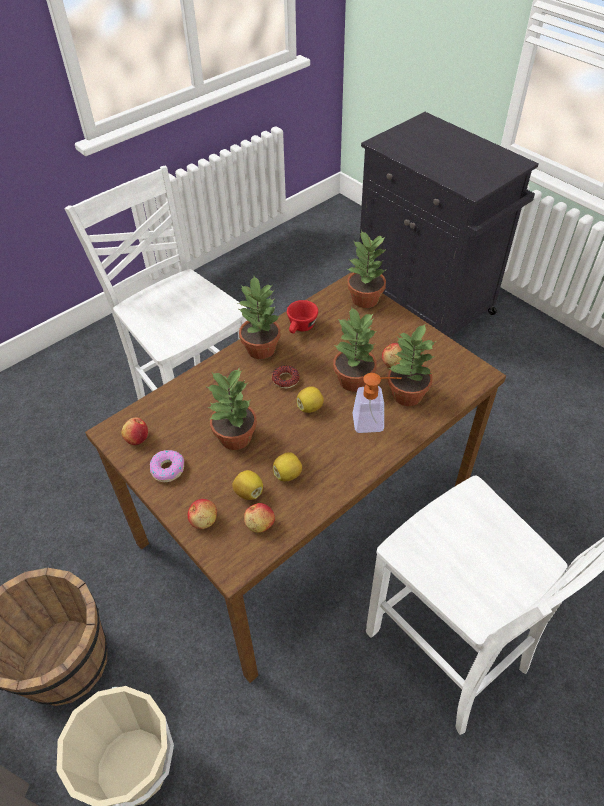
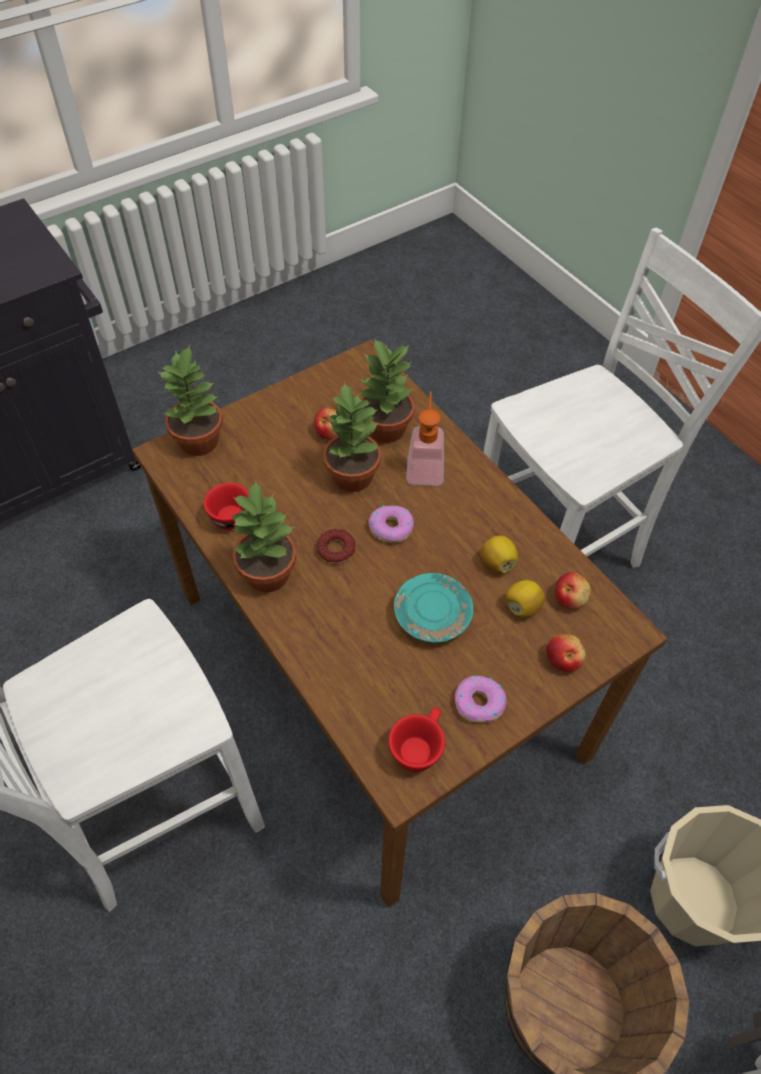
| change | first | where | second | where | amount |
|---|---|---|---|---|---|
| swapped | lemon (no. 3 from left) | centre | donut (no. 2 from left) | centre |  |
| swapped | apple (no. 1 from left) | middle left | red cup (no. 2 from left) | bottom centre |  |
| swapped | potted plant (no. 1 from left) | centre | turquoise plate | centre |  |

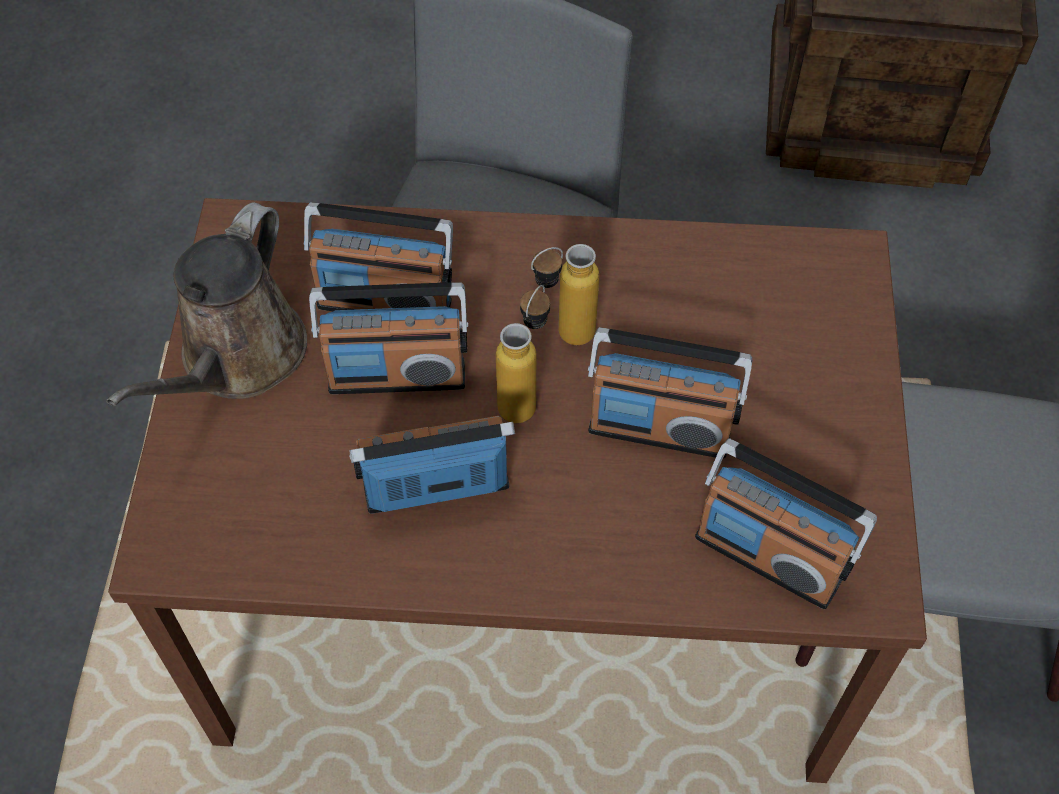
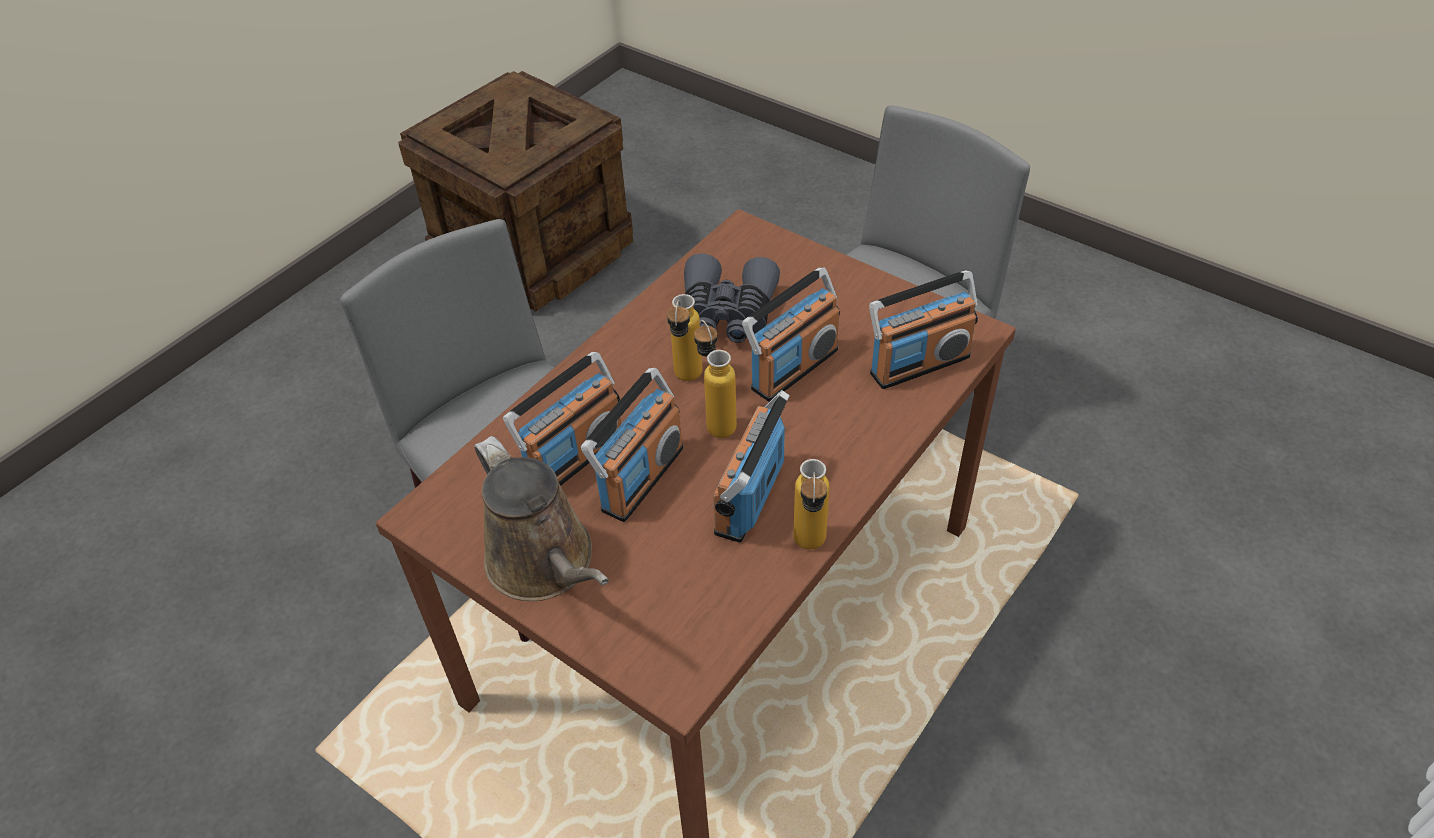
| change | first | where | second | where | amount |
|---|---|---|---|---|---|
| new |  |  | grey binoculars | centre |  |
| new |  |  | bottle (no. 3 from left) | centre |  |

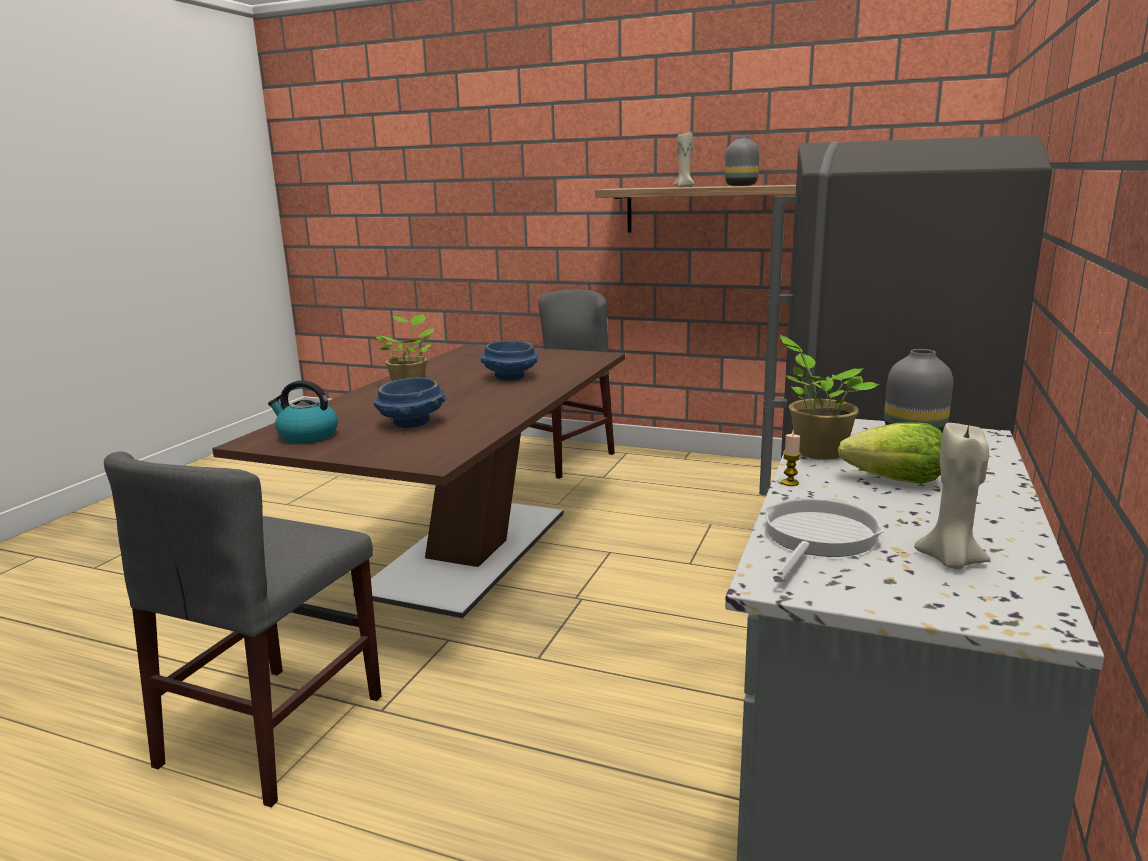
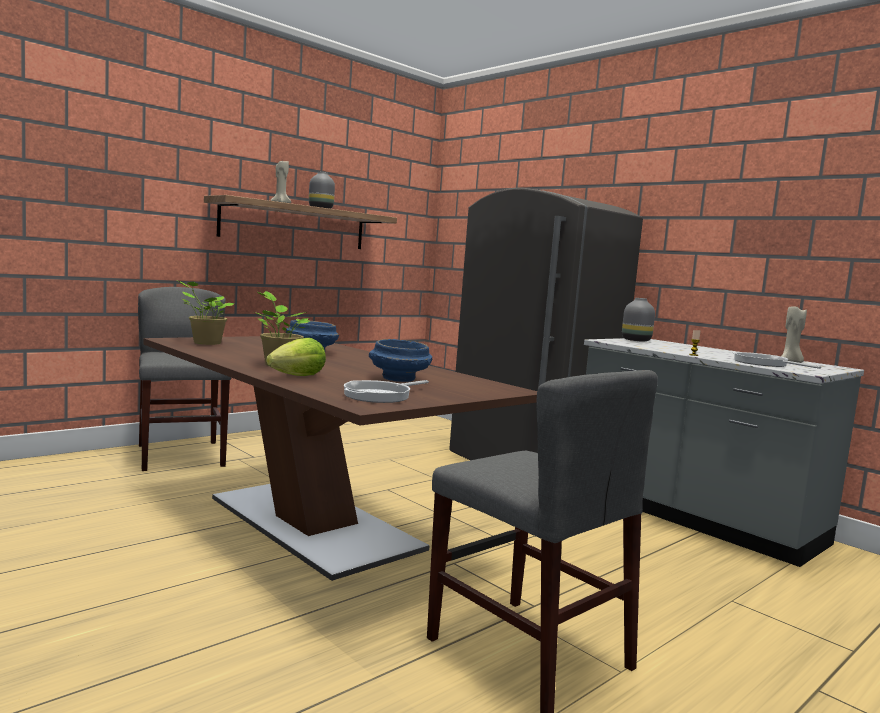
| change | first | where | second | where | amount |
|---|---|---|---|---|---|
| shifted | potted plant (no. 2 from left in the first image) | middle right | potted plant (no. 1 from left) | middle left |  |
| shifted | lettuce | middle right |  | centre |  |
| swapped | kettle | middle left | frying pan (no. 1 from left) | centre |  |

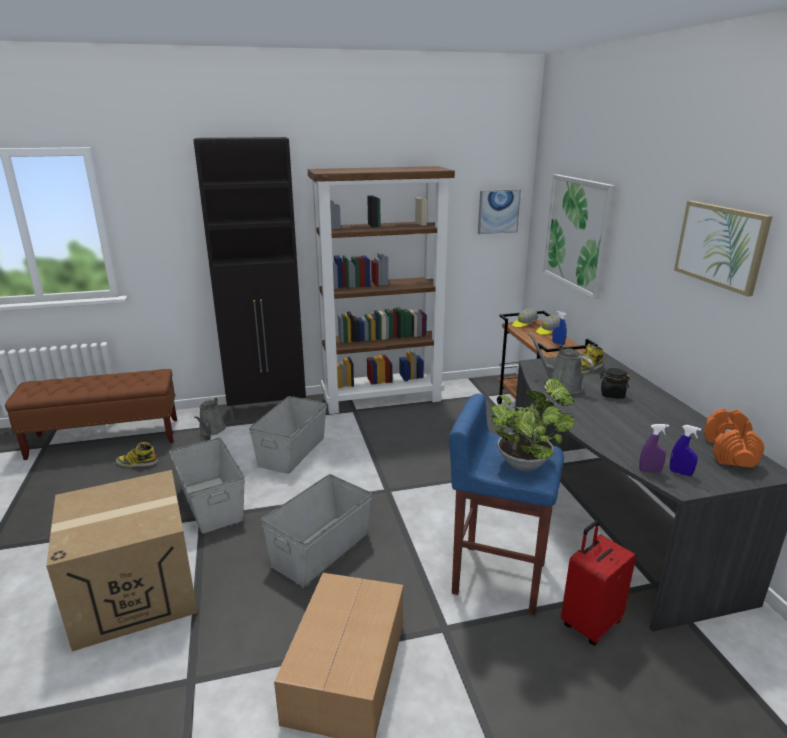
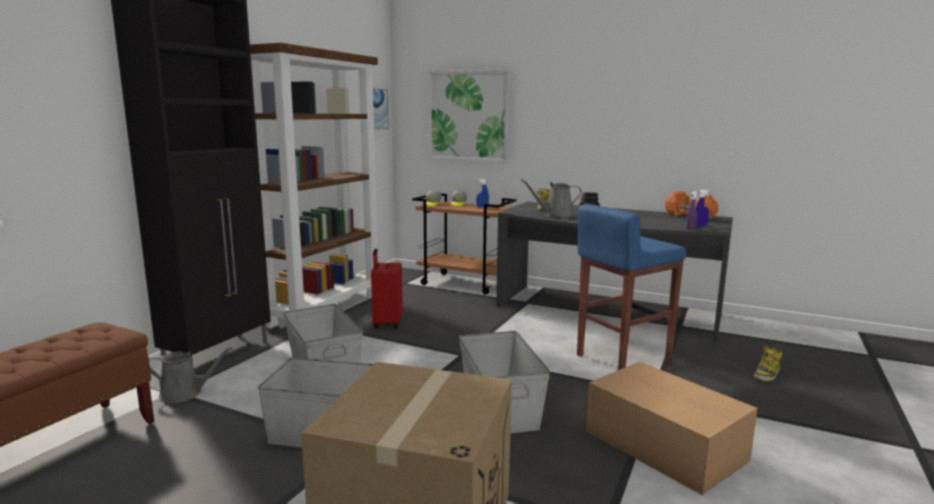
| change | first | where | second | where | amount |
|---|---|---|---|---|---|
| rotated | grey watering can (no. 1 from left) | middle left |  | bottom left | 45 degrees counterclockwise |
| shifted | red suitcase | bottom right |  | centre |  |
| shifted | boot (no. 1 from left in the first image) | middle left | boot (no. 2 from left) | bottom right |  |
| gone | potted plant | middle right |  |  |  |
| gone | picture (no. 3 from left) | middle right |  |  |  |

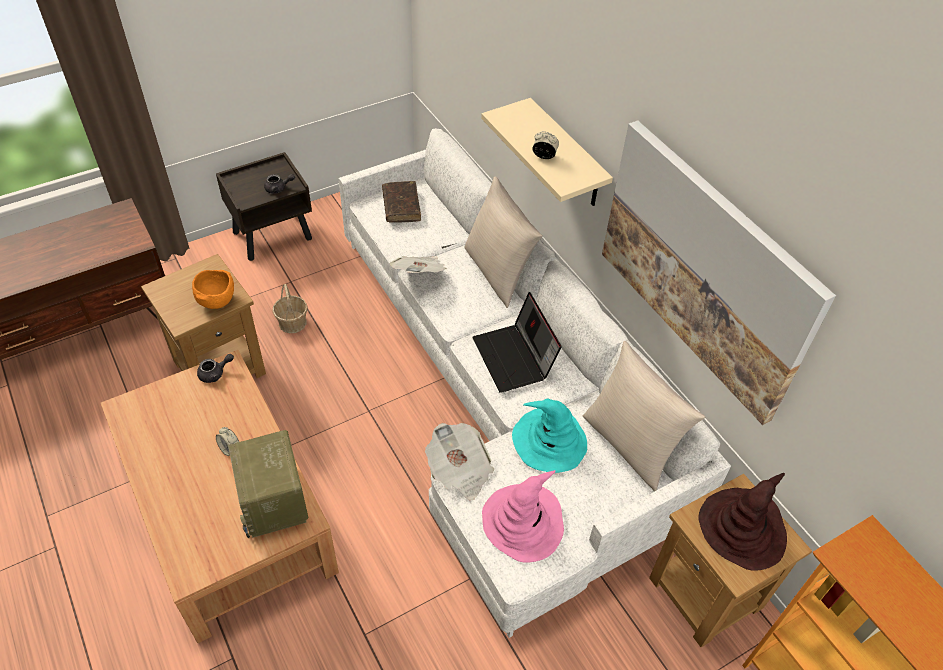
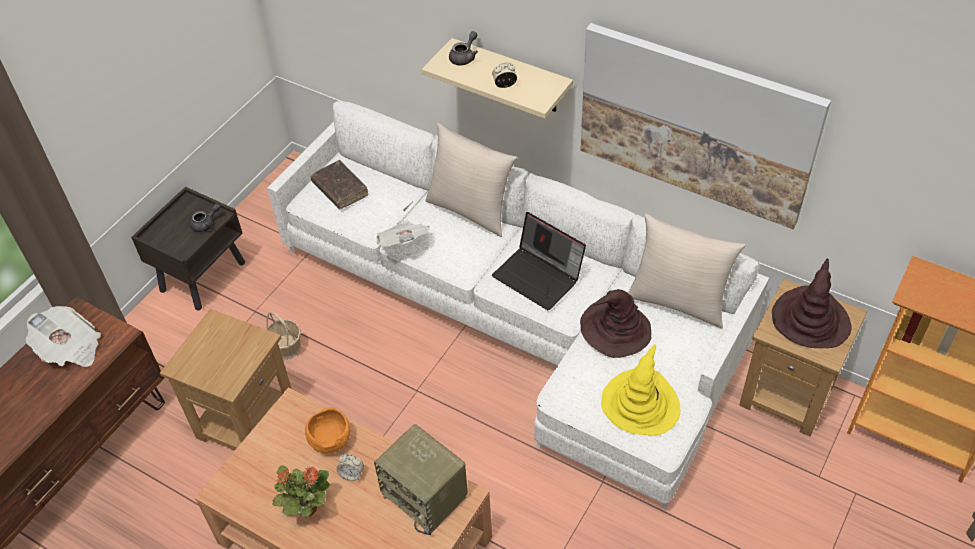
| change | first | where | second | where | amount |
|---|---|---|---|---|---|
| shifted | newspaper (no. 2 from left in the first image) | bottom centre | newspaper (no. 1 from left) | middle left |  |
| new |  |  | potted plant | bottom left |  |
| shifted | orange bowl | middle left |  | bottom centre |  |
| shifted | grey teapot (no. 1 from left in the first image) | middle left | grey teapot (no. 2 from left) | top centre |  |
| repainted | turquoise hat | centre | brown hat (no. 1 from left) | centre |  |
| repainted | pink hat | bottom centre | yellow hat | bottom centre |  |

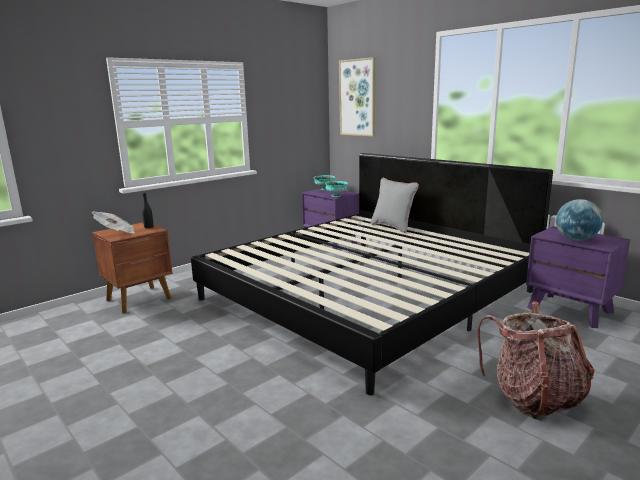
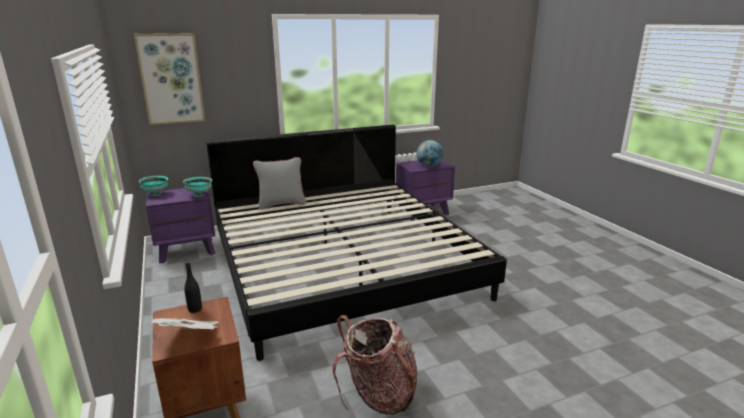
| change | first | where | second | where | amount |
|---|---|---|---|---|---|
| shifted | backpack | bottom right |  | bottom centre |  |

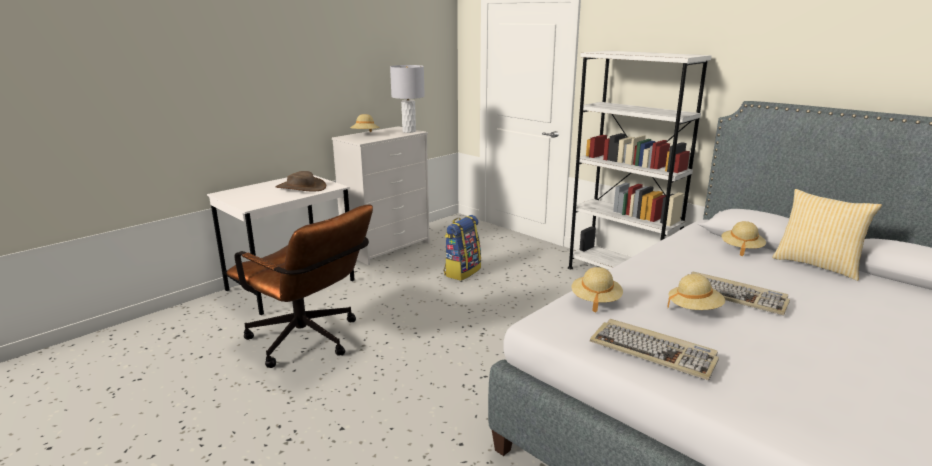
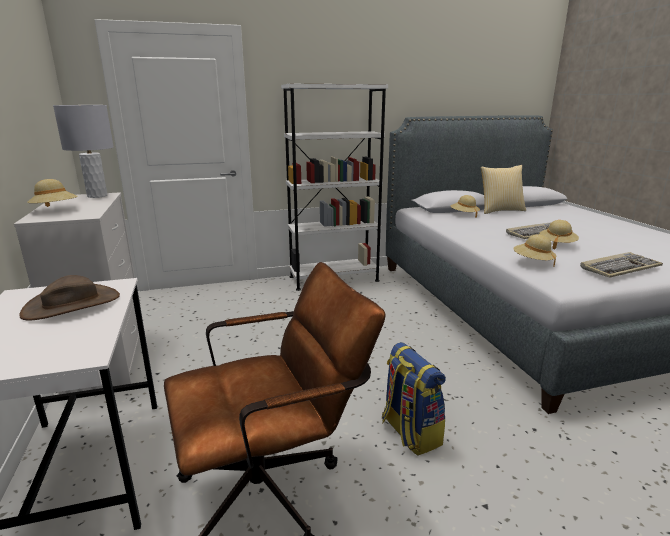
| change | first | where | second | where | amount |
|---|---|---|---|---|---|
| shifted | backpack | centre |  | bottom centre |  |

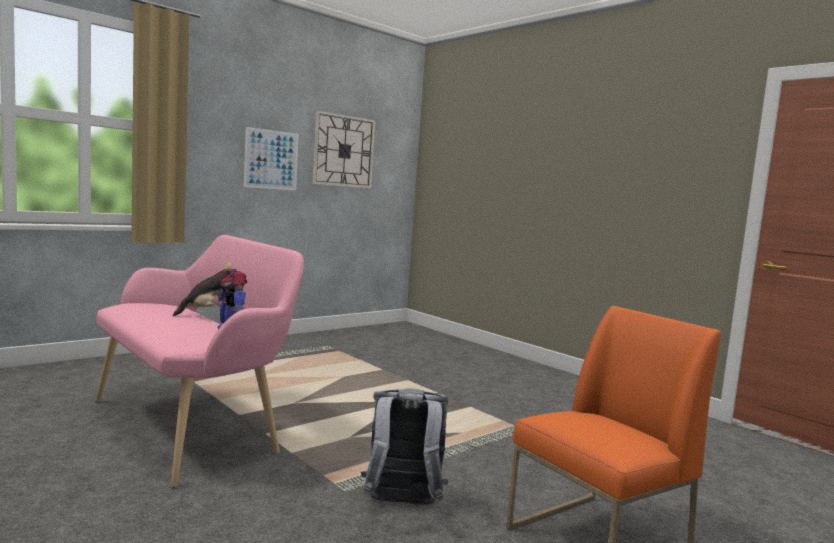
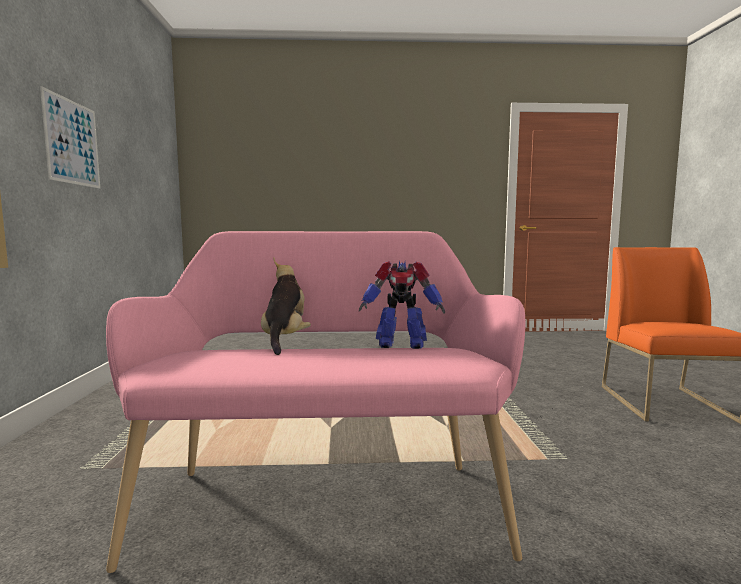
| change | first | where | second | where | amount |
|---|---|---|---|---|---|
| gone | wall clock | top centre |  |  |  |
| gone | grey backpack | bottom centre |  |  |  |

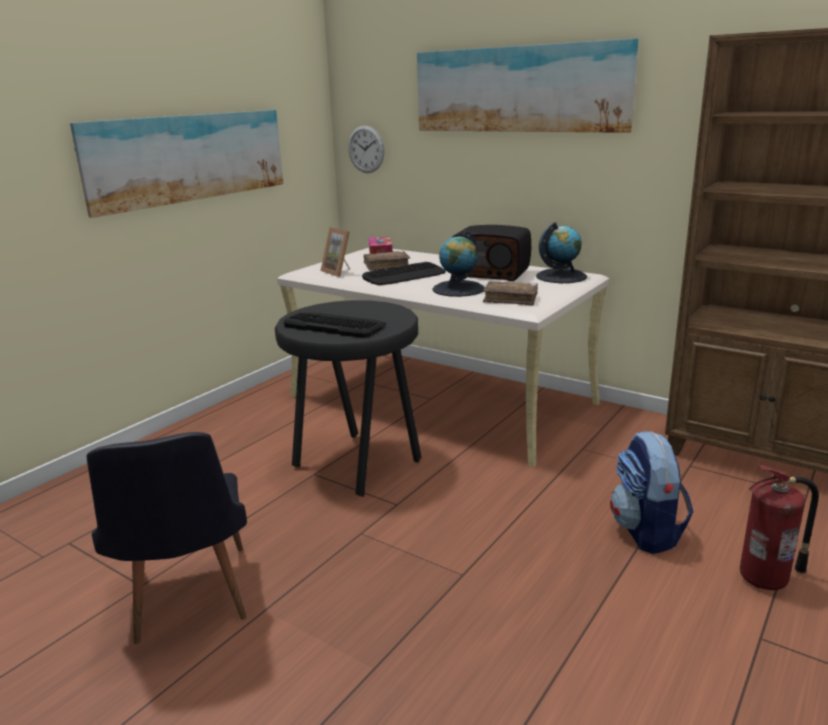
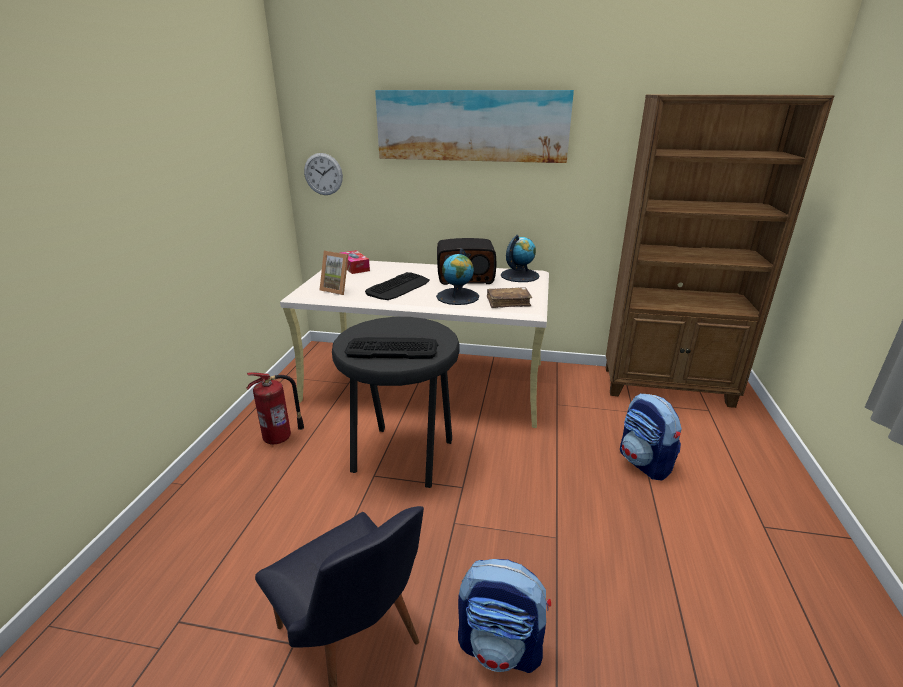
| change | first | where | second | where | amount |
|---|---|---|---|---|---|
| shifted | fire extinguisher | bottom right |  | middle left |  |
| new |  |  | backpack (no. 1 from left) | bottom centre |  |
| gone | picture (no. 1 from left) | top left |  |  |  |
| gone | brown book (no. 1 from left) | centre |  |  |  |

